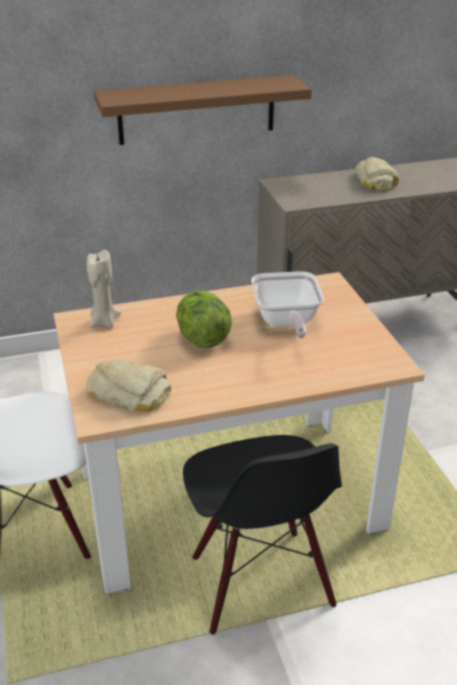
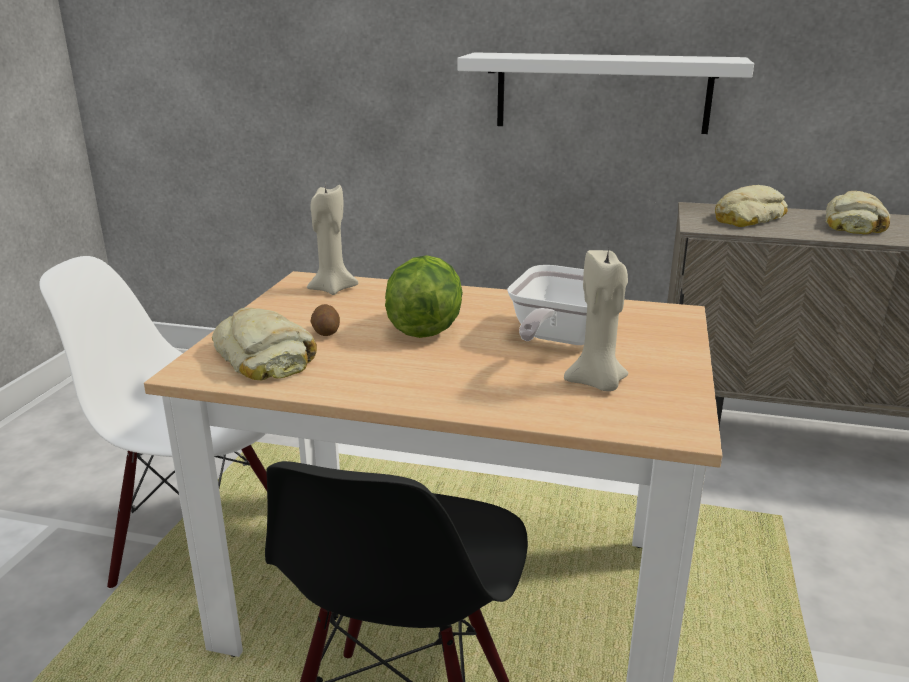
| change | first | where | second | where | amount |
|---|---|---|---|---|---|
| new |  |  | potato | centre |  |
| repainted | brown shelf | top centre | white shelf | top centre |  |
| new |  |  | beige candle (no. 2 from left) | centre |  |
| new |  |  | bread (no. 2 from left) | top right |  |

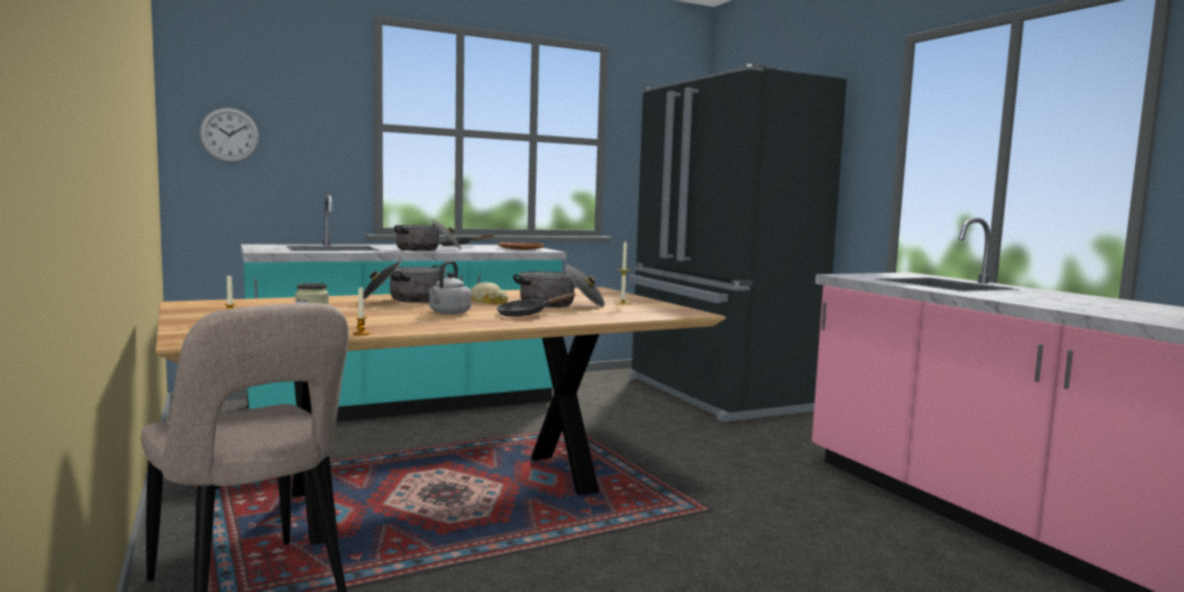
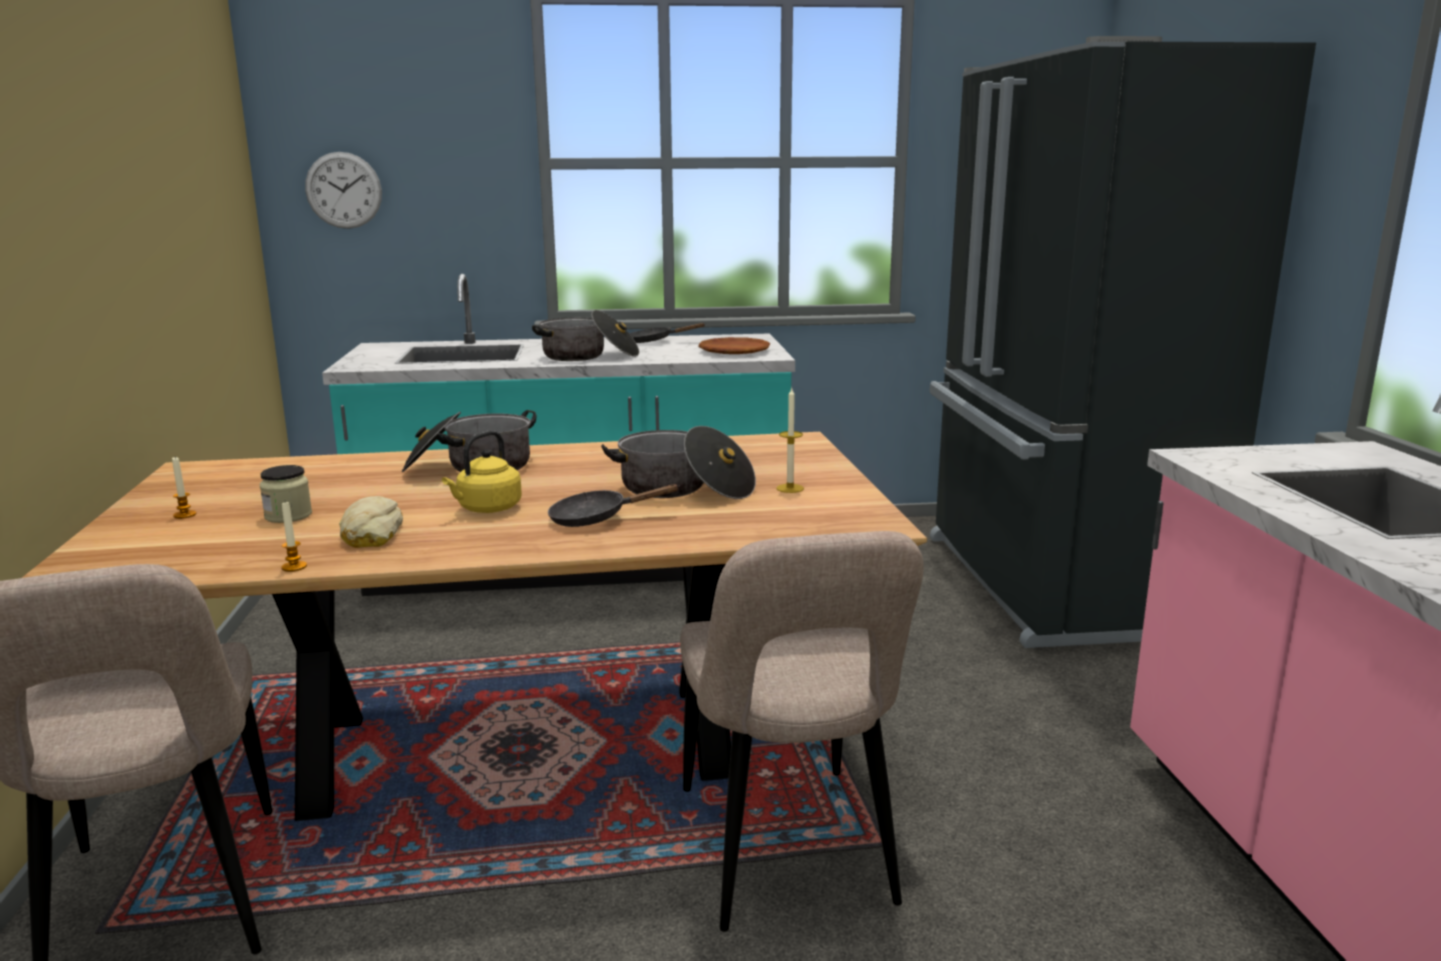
| change | first | where | second | where | amount |
|---|---|---|---|---|---|
| shifted | bread | centre |  | middle left |  |
| repainted | grey kettle | centre | yellow kettle | centre |  |
| new |  |  | beige chair (no. 2 from left) | bottom centre |  |

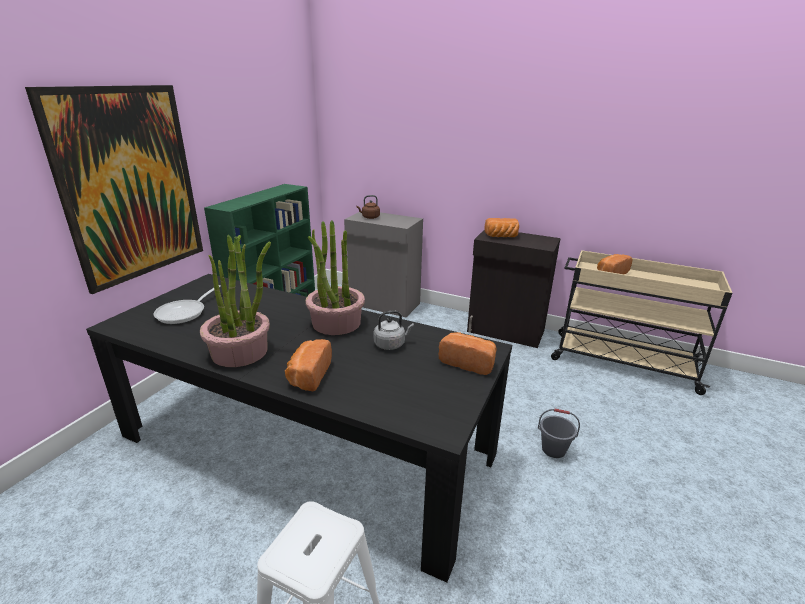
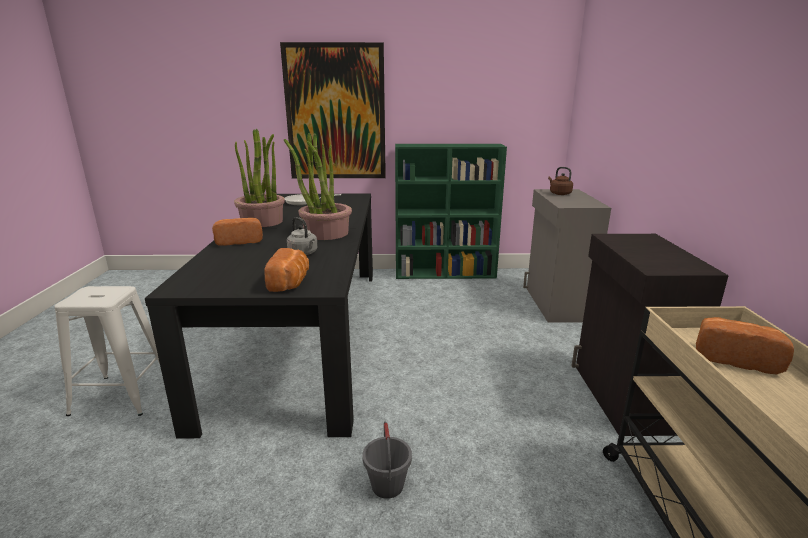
| change | first | where | second | where | amount |
|---|---|---|---|---|---|
| gone | bread (no. 3 from left) | centre |  |  |  |

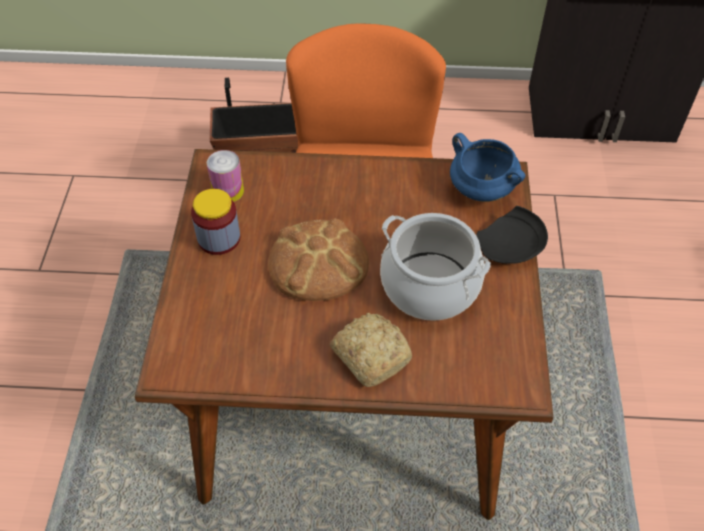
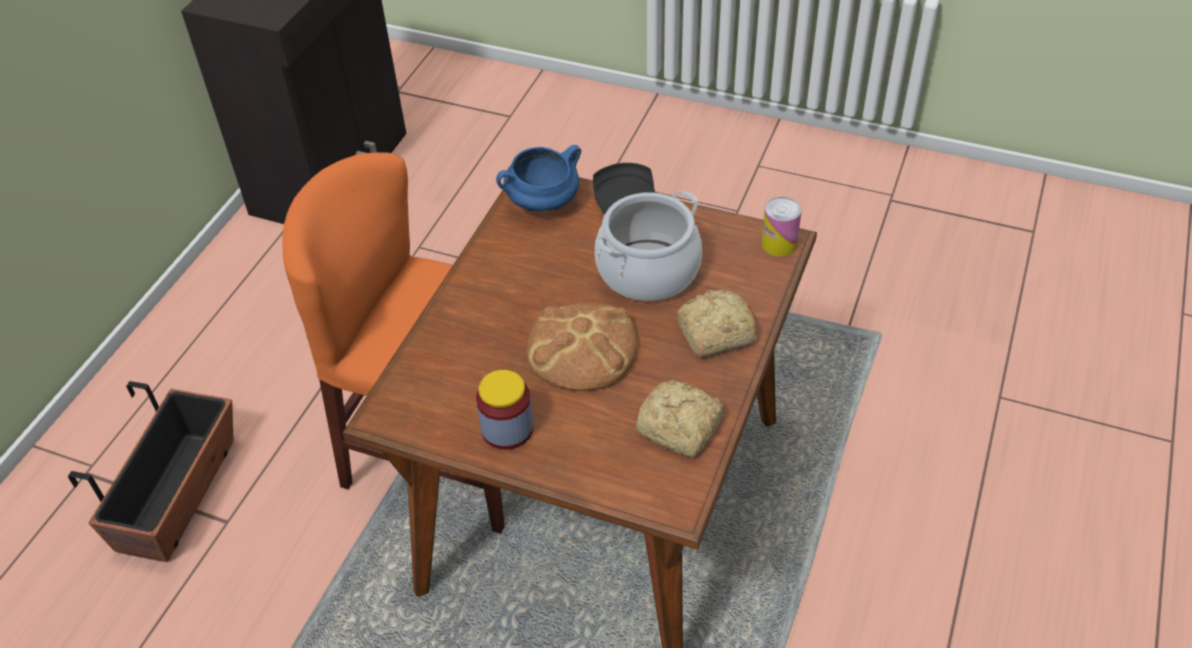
| change | first | where | second | where | amount |
|---|---|---|---|---|---|
| new |  |  | bread (no. 2 from left) | centre |  |
| shifted | can | top left |  | centre |  |

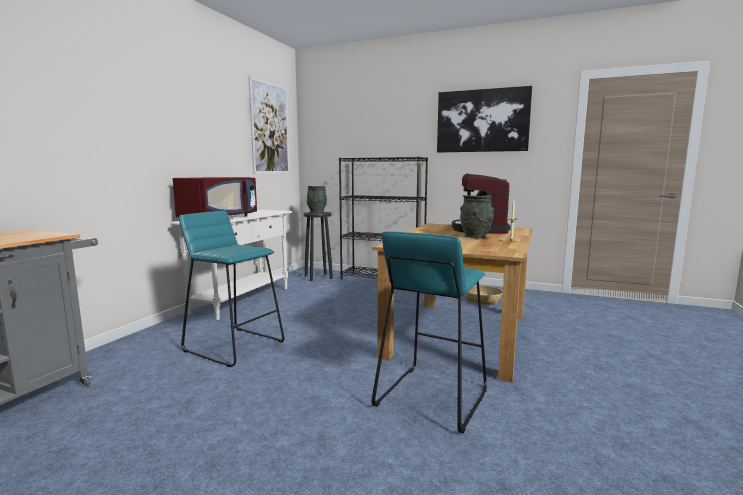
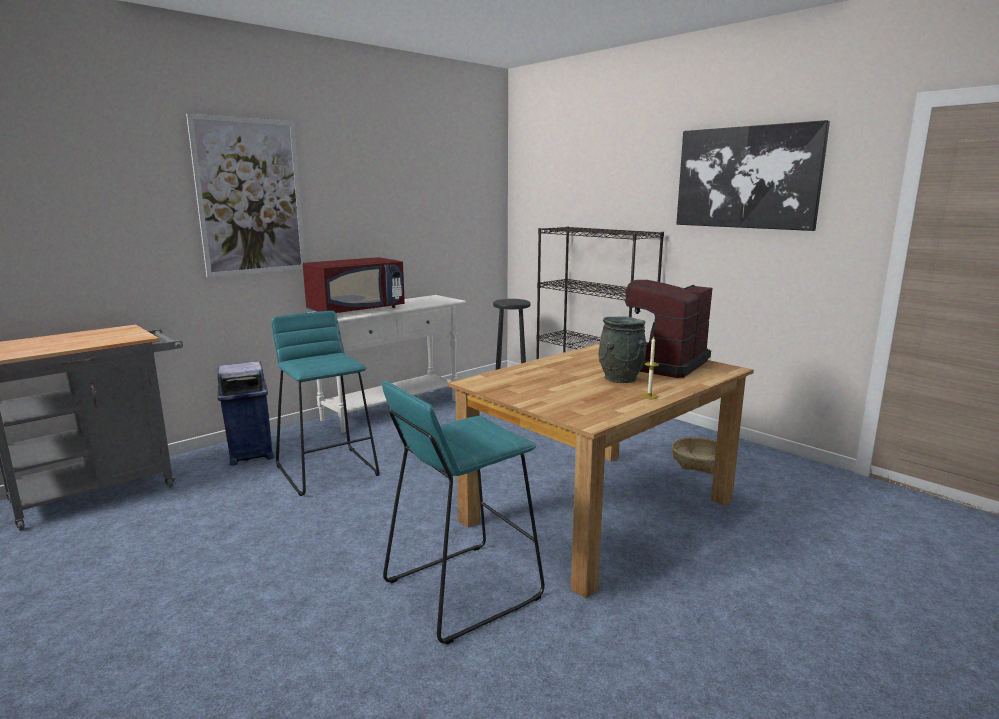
| change | first | where | second | where | amount |
|---|---|---|---|---|---|
| shifted | picture (no. 1 from left) | top centre |  | top left |  |
| new |  |  | blue trash can | middle left |  |
| gone | grey vase (no. 1 from left) | centre |  |  |  |

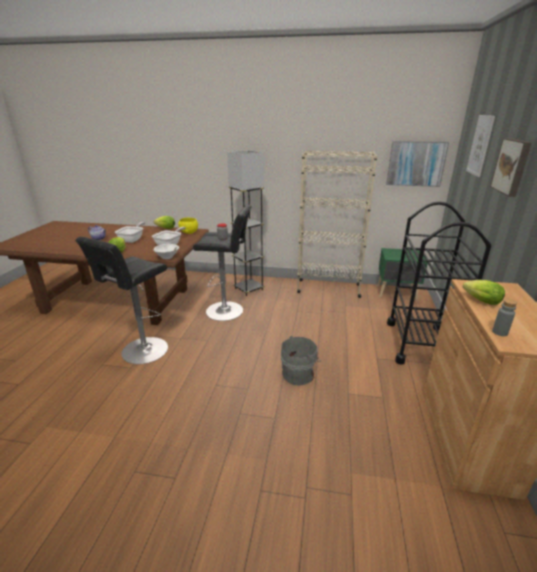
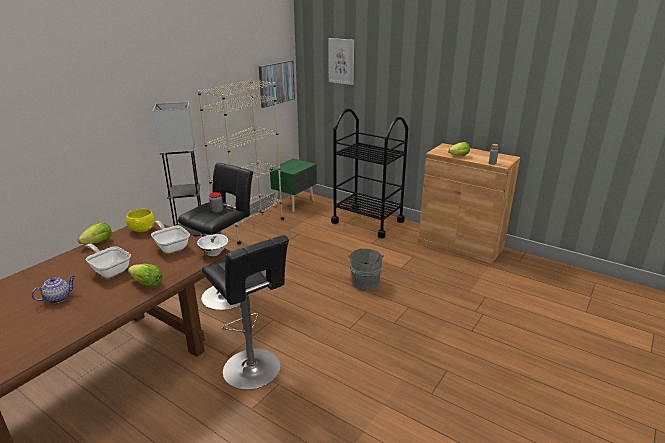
| change | first | where | second | where | amount |
|---|---|---|---|---|---|
| gone | picture (no. 3 from left) | top right |  |  |  |

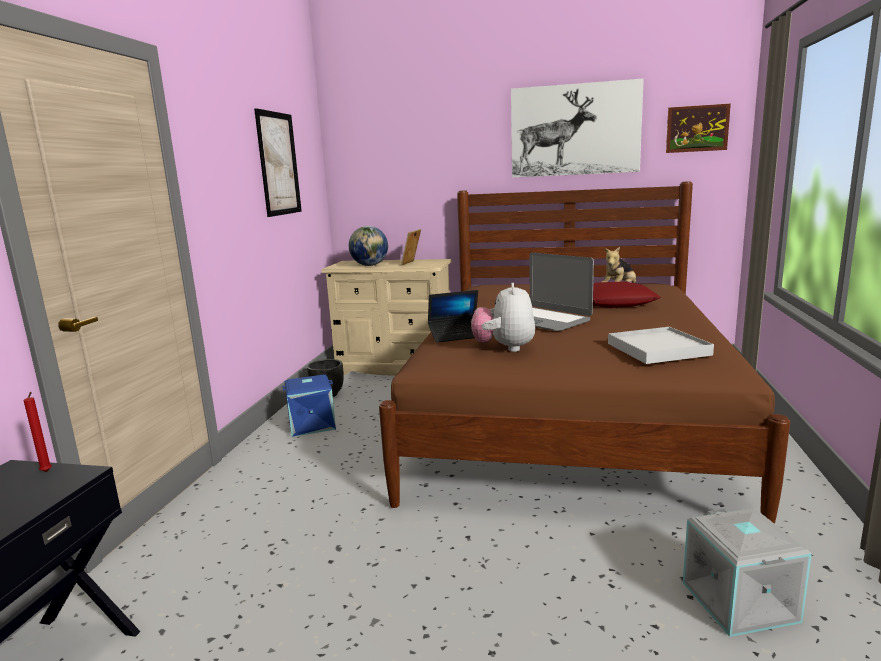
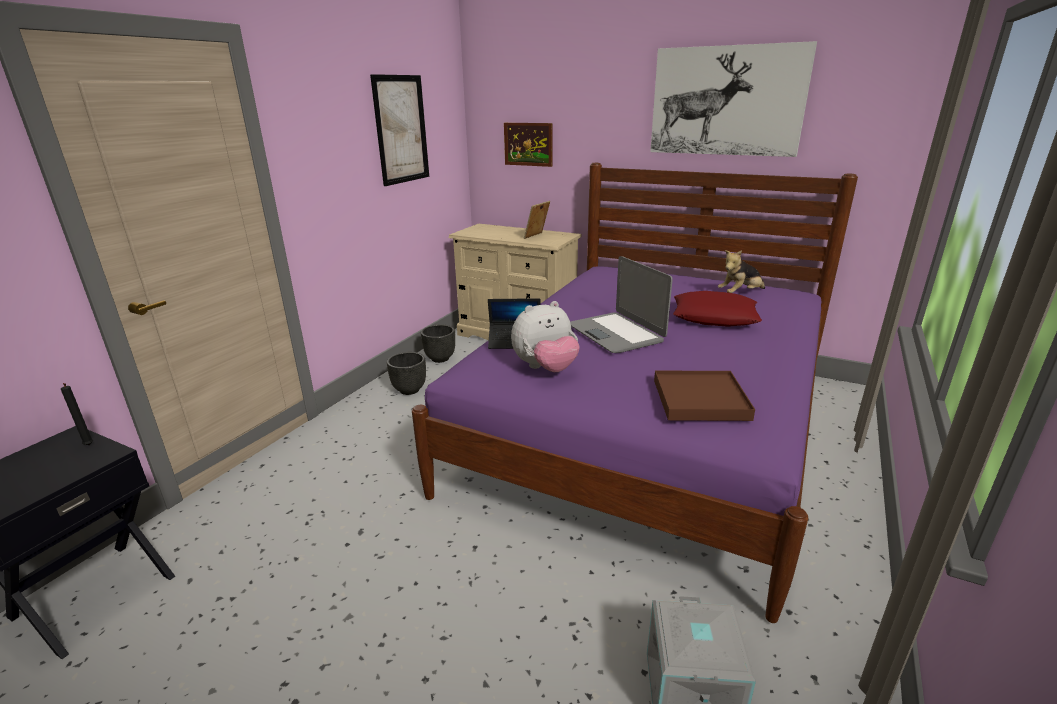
| change | first | where | second | where | amount |
|---|---|---|---|---|---|
| repainted | red candle | middle left | black candle | middle left |  |
| swapped | blue storage box | centre | black planter (no. 1 from left) | centre |  |
| repainted | brown bed | centre | purple bed | centre |  |
| shifted | picture (no. 3 from left in the first image) | top right | picture (no. 2 from left) | top centre |  |
| rotated | plush toy (no. 1 from left) | centre |  | centre | 135 degrees counterclockwise |
| repainted | white tray | middle right | brown tray | centre |  |
| gone | globe | centre |  |  |  |

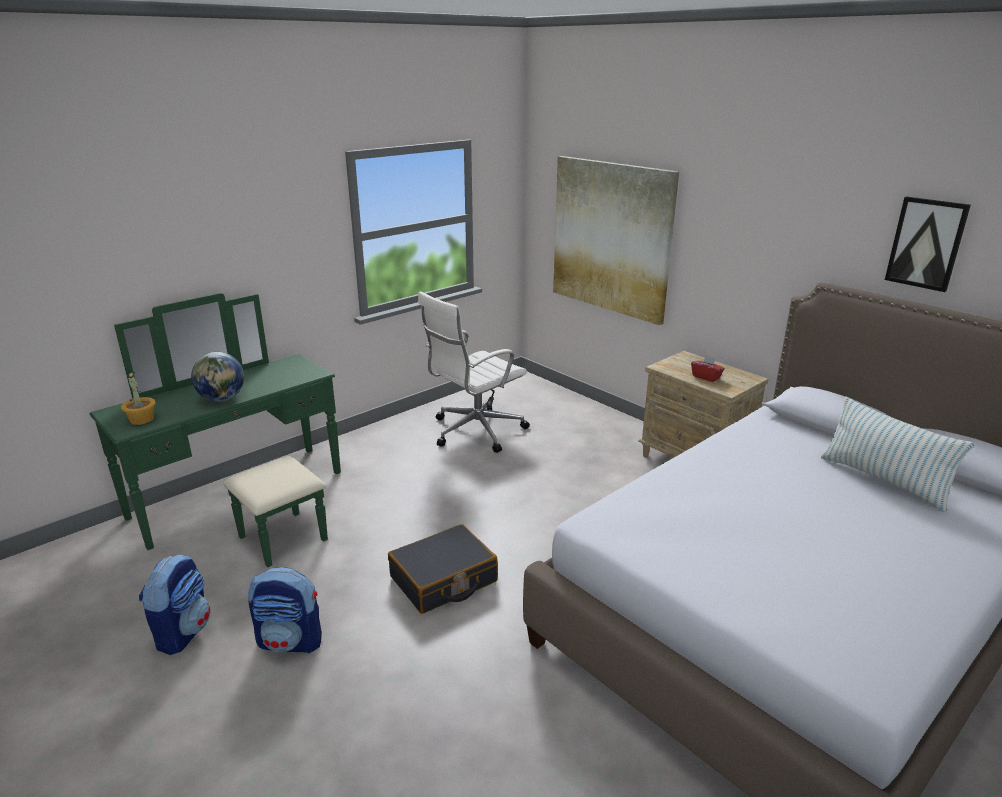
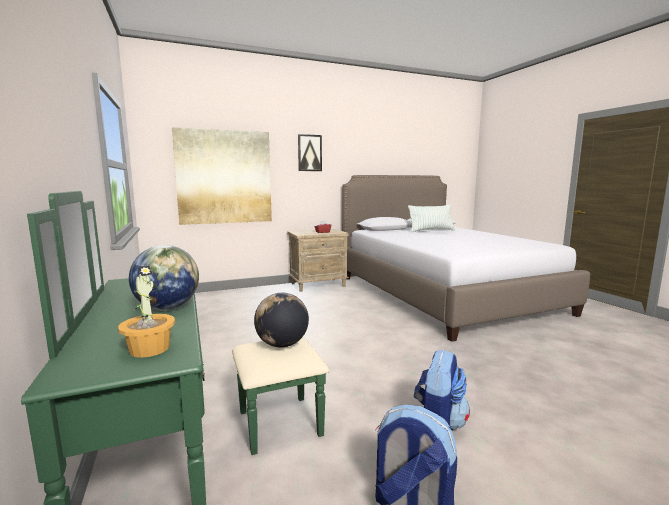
| change | first | where | second | where | amount |
|---|---|---|---|---|---|
| new |  |  | globe (no. 2 from left) | centre |  |
| shifted | picture (no. 2 from left) | top right |  | top centre |  |
| gone | black suitcase | bottom centre |  |  |  |
| gone | white office chair | centre |  |  |  |

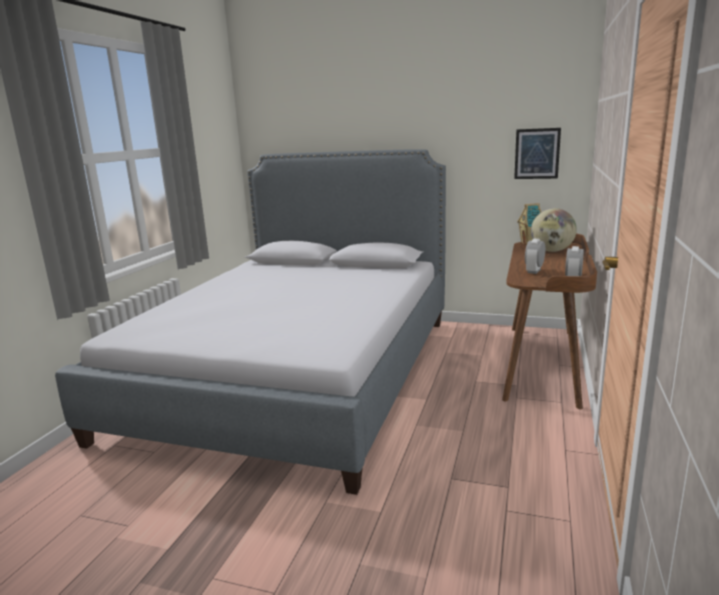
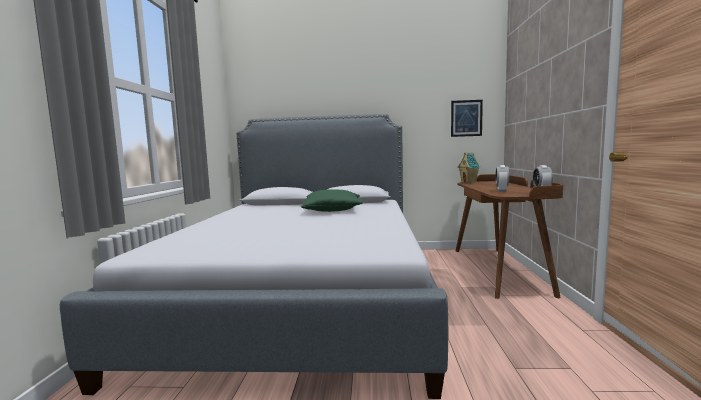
| change | first | where | second | where | amount |
|---|---|---|---|---|---|
| new |  |  | green pillow | centre |  |
| gone | globe | middle right |  |  |  |

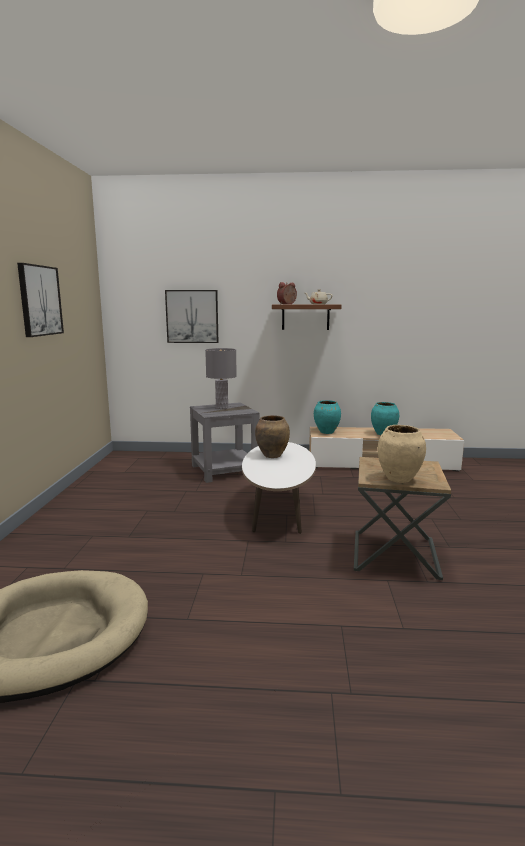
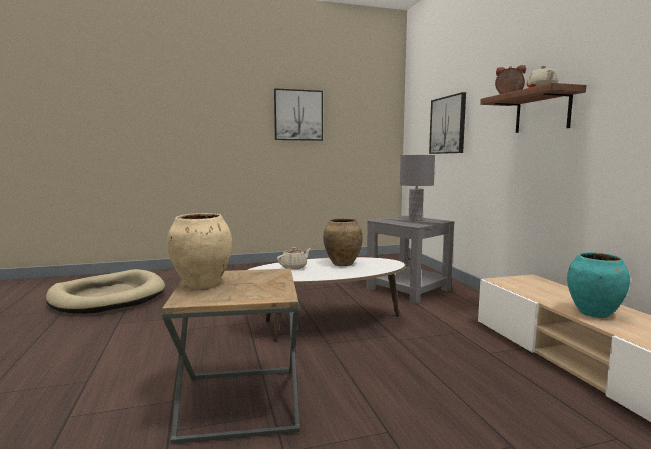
| change | first | where | second | where | amount |
|---|---|---|---|---|---|
| new |  |  | beige teapot (no. 1 from left) | centre |  |
| gone | turquoise vase (no. 1 from left) | centre |  |  |  |

